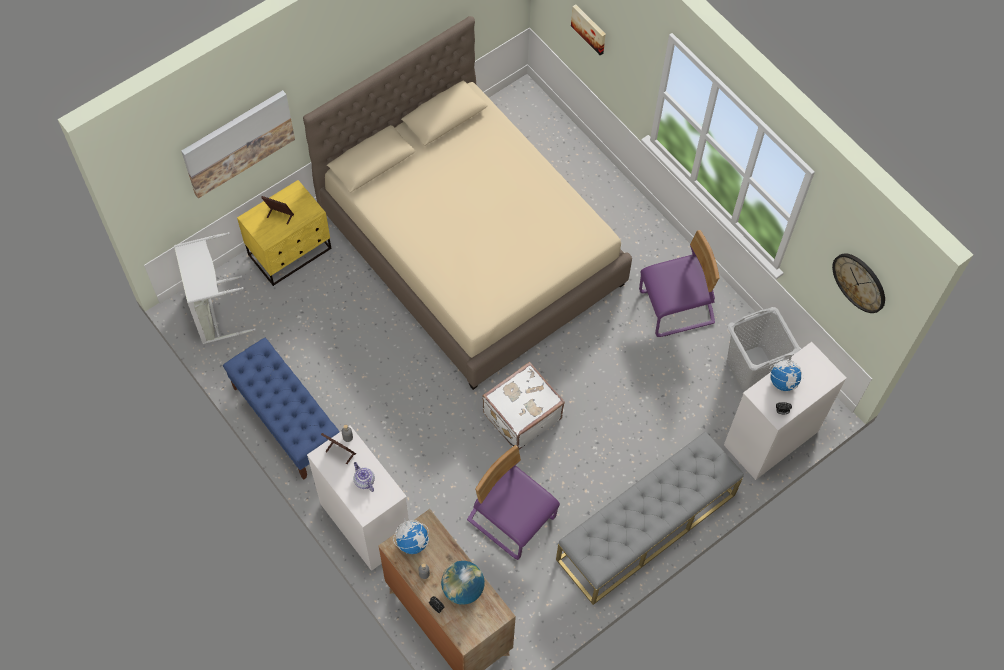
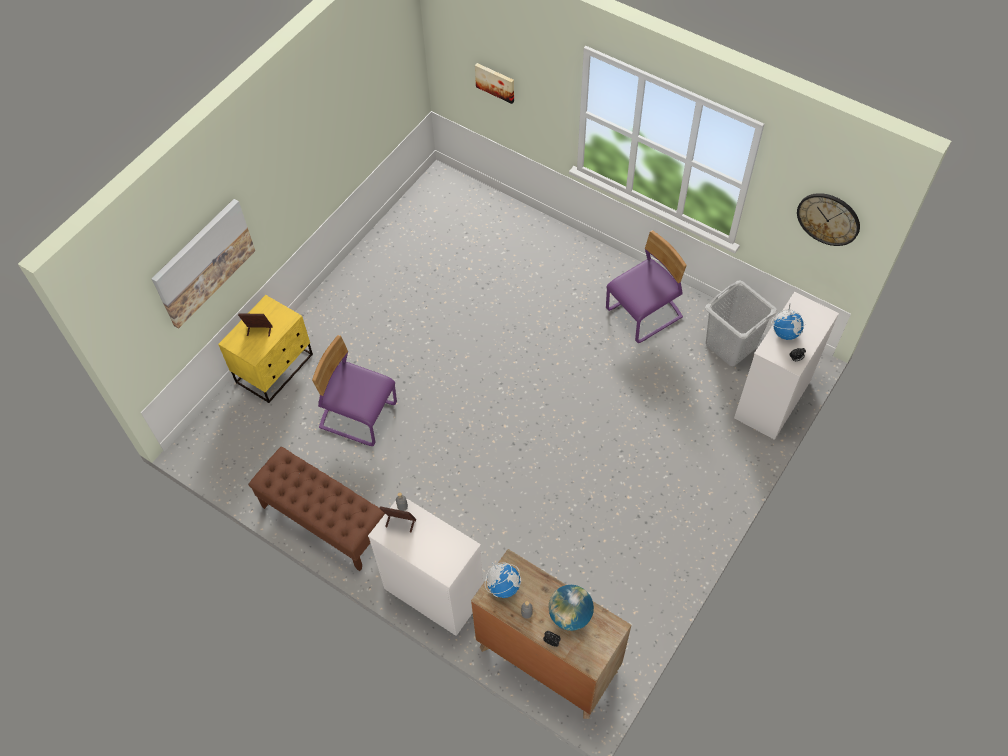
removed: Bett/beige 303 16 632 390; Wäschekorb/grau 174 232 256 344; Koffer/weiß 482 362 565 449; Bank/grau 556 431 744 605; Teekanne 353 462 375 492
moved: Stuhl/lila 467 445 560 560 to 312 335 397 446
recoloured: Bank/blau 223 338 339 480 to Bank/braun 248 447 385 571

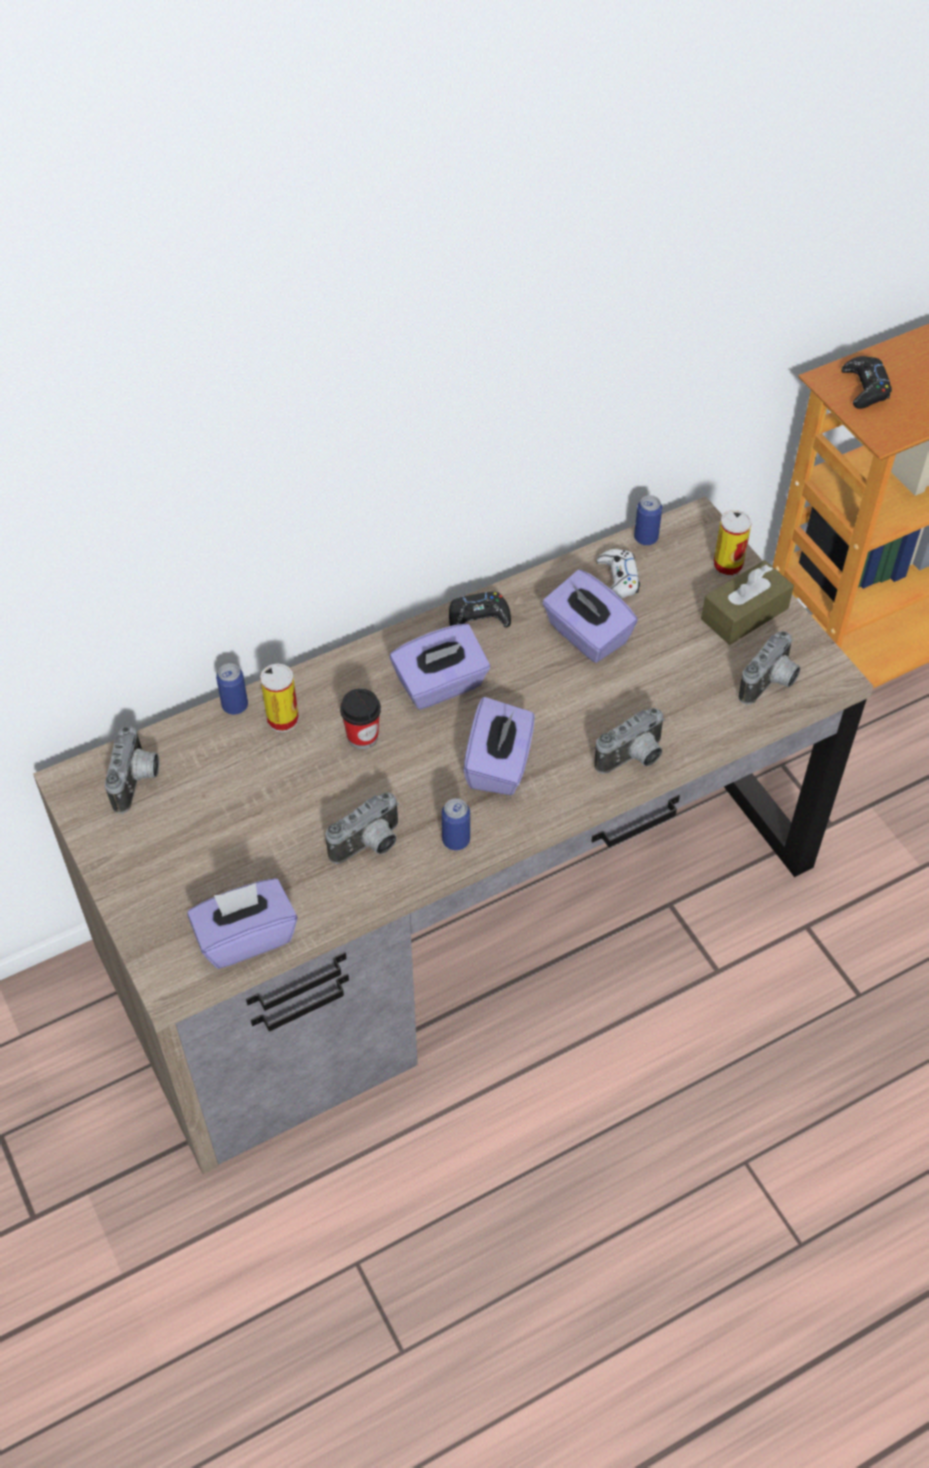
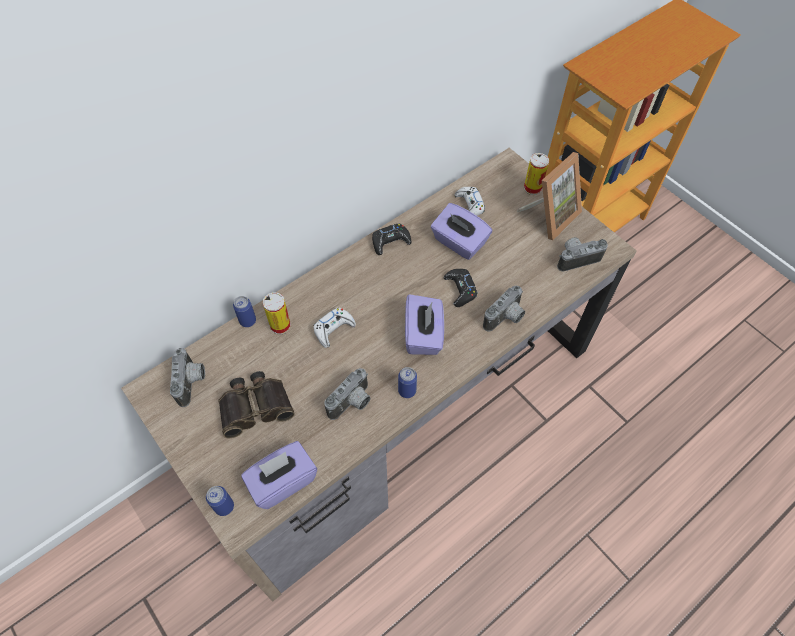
removed: Taschentuchbox/lila 390 624 490 710
added: Fernglas 218 371 295 439
moved: Gamepad/schwarz 841 356 892 409 to 444 269 477 307; Dose 634 495 662 546 to 206 486 234 516
replaced: Taschentuchbox/braun 701 560 794 645 to Bilderrahmen 517 152 582 241; Tasse 340 689 381 749 to Gamepad/weiß 313 307 356 348
turned: Kamera 739 631 800 705 = 557 237 608 271 135 degrees counterclockwise

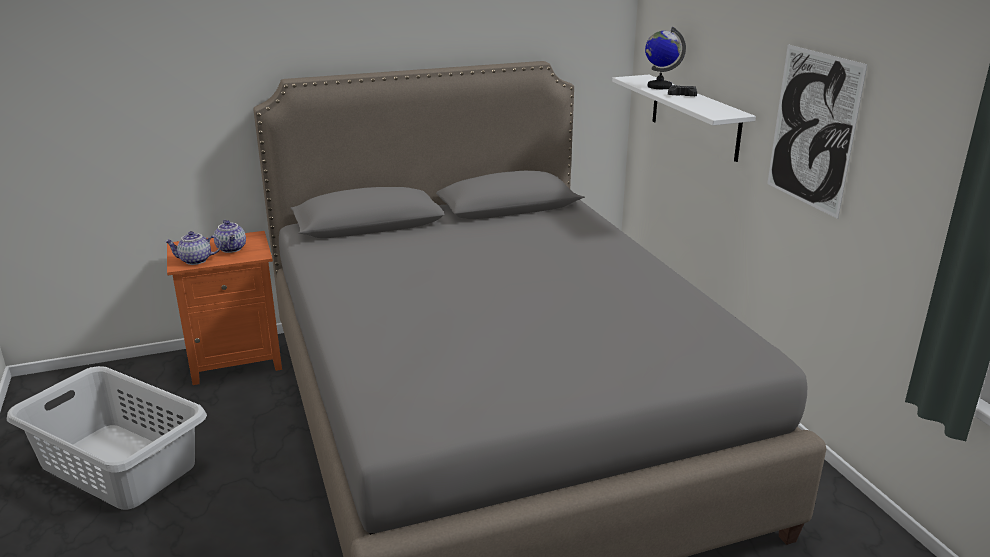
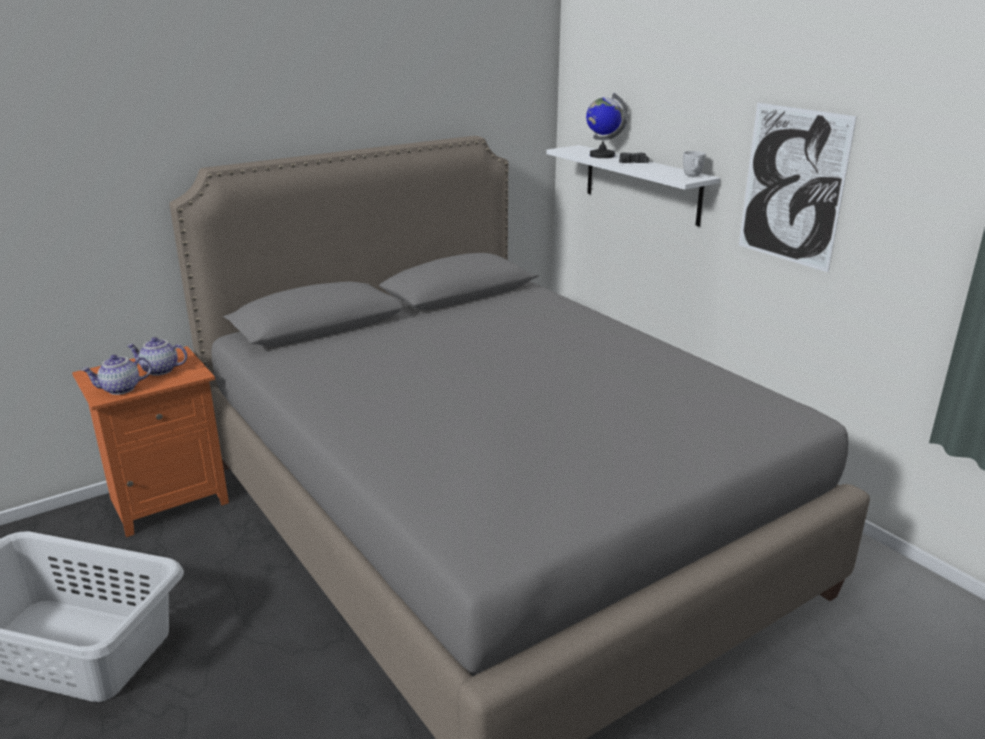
added: Henkelbecher/weiß 683 151 706 176
turned: Teekanne 214 220 246 253 = 127 337 187 376 135 degrees clockwise

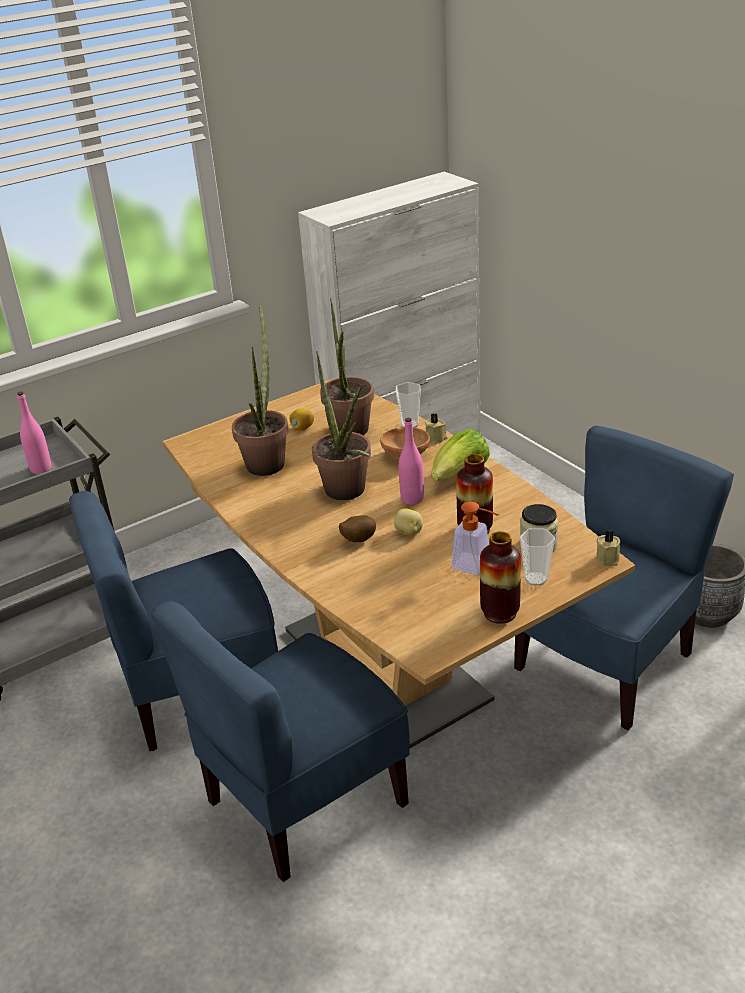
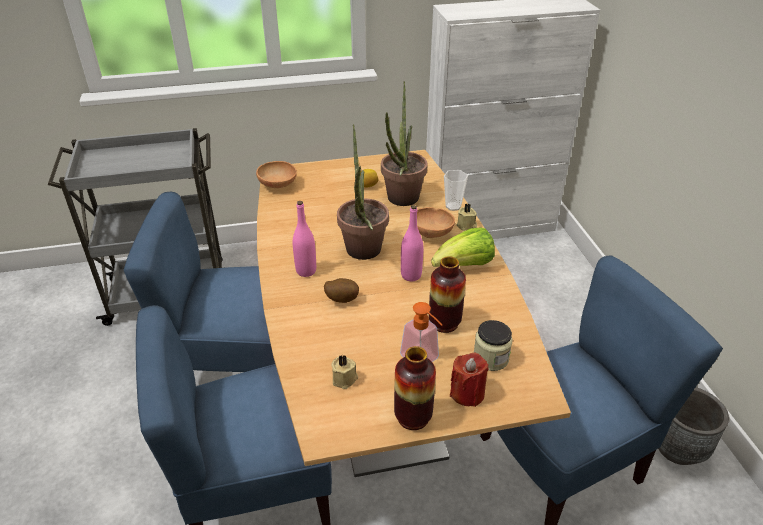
removed: Topfpflanze 232 305 289 476; Kartoffel 394 509 423 535
added: Schüssel/braun 256 161 297 188
moved: Flasche/rosa 17 392 51 474 to 293 201 316 277; Kerze/beige 596 530 620 566 to 331 354 358 389
replaced: Tasse 520 528 555 586 to Kerze/rot 450 353 489 407

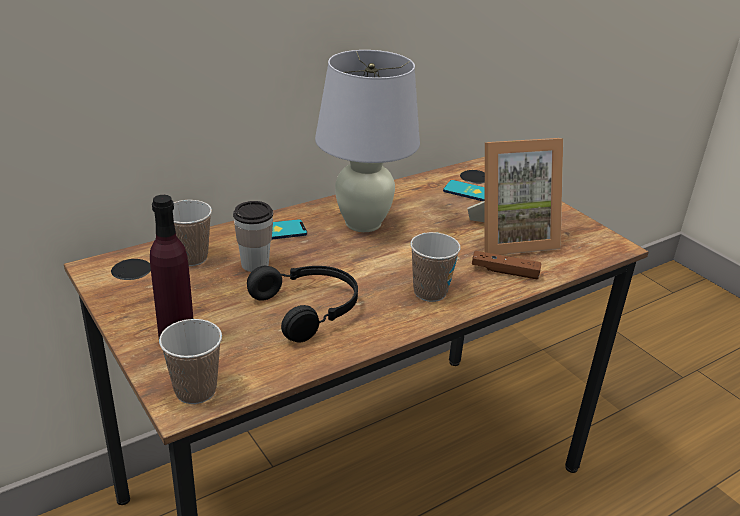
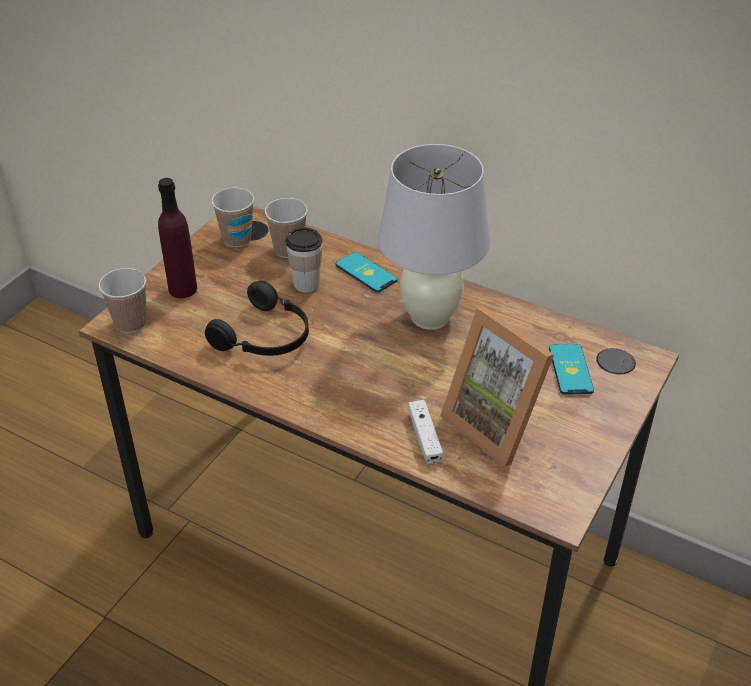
moved: Tasse 410 232 461 302 to 211 188 254 247
recoloured: Gamepad/braun 472 251 541 279 to Gamepad/weiß 408 400 443 464

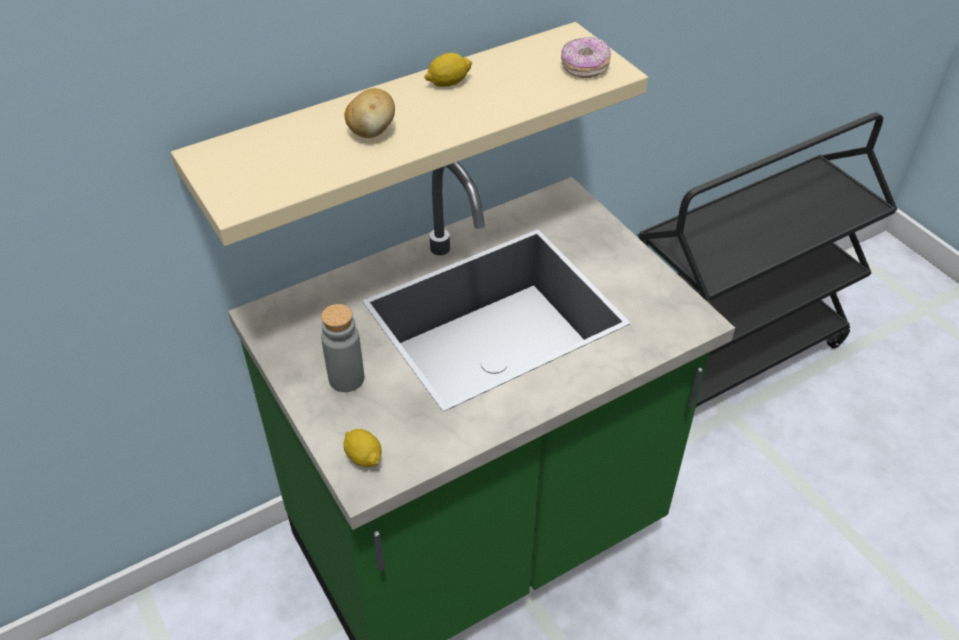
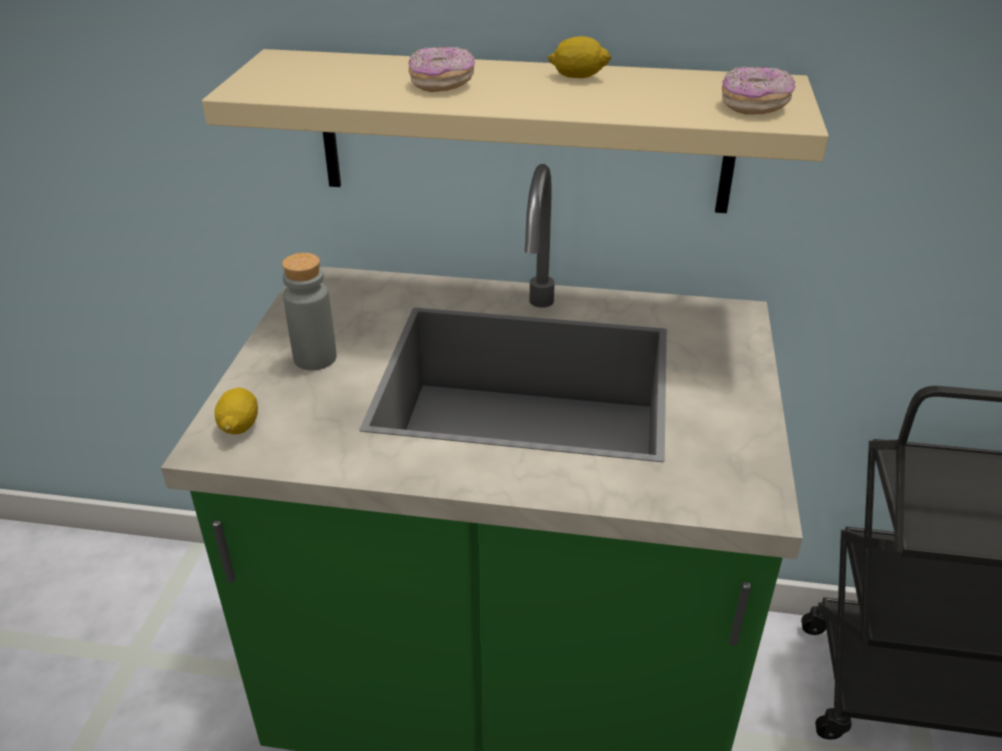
replaced: Kartoffel 344 88 395 138 to Donut 408 47 475 92

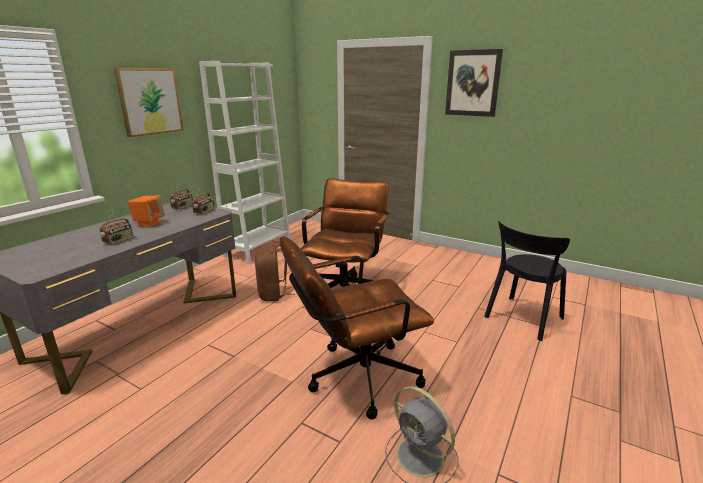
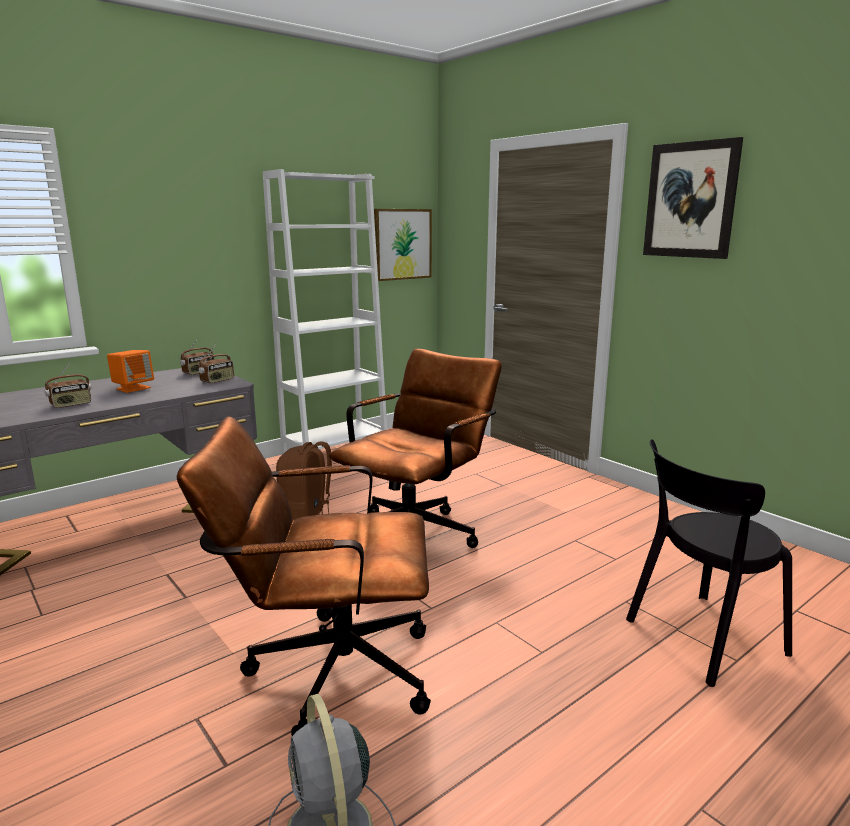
moved: Bild 114 68 183 137 to 374 209 432 281

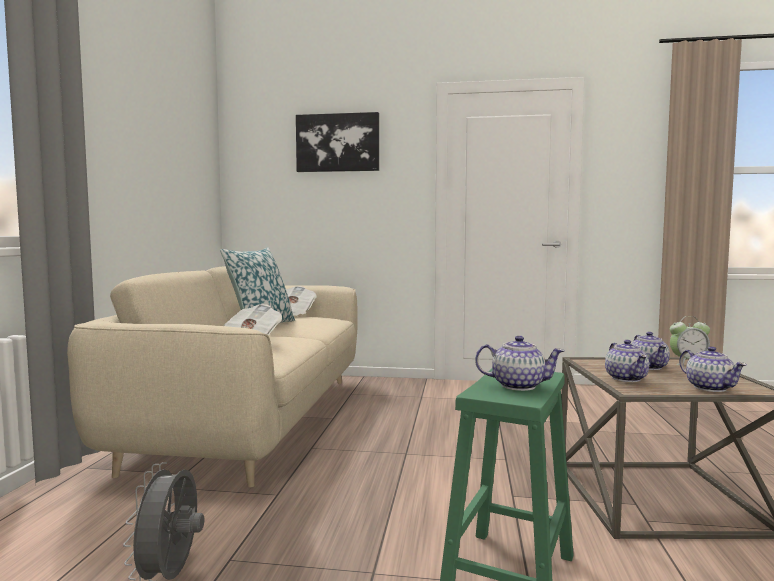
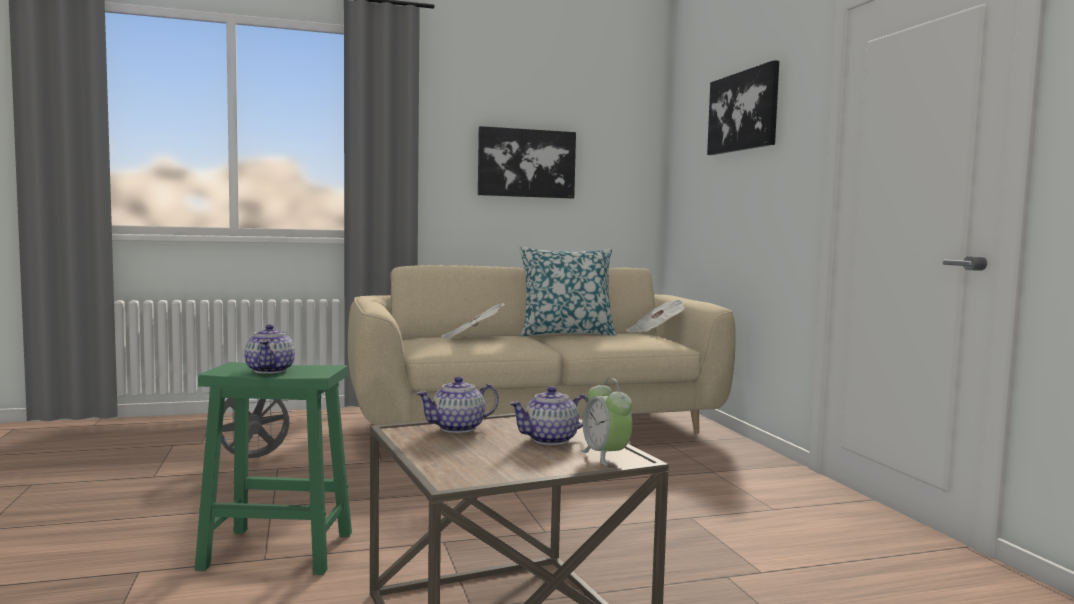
removed: Teekanne 679 346 747 392
added: Bild 478 126 576 199

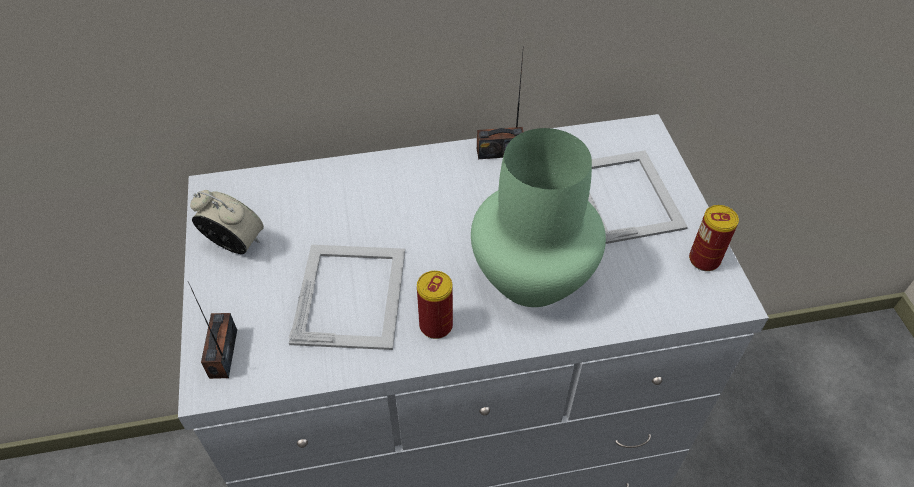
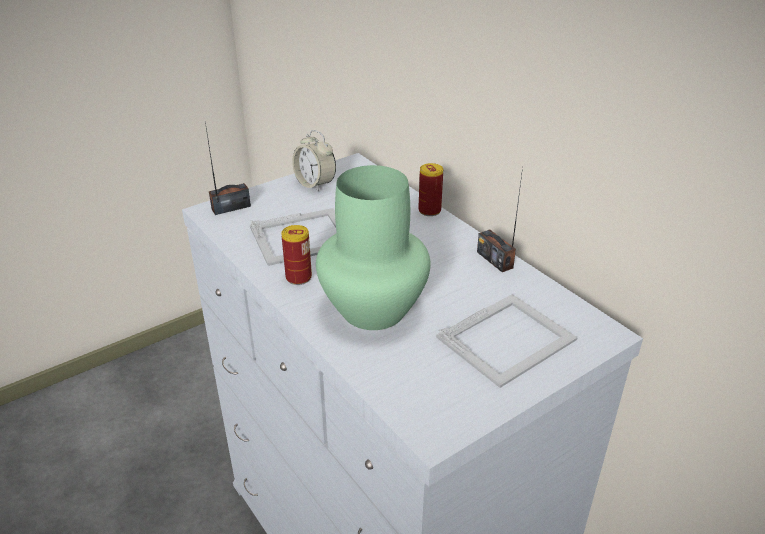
moved: Dose 689 205 739 271 to 418 163 443 216
turned: Wecker 190 190 264 254 = 292 130 336 192 135 degrees clockwise

